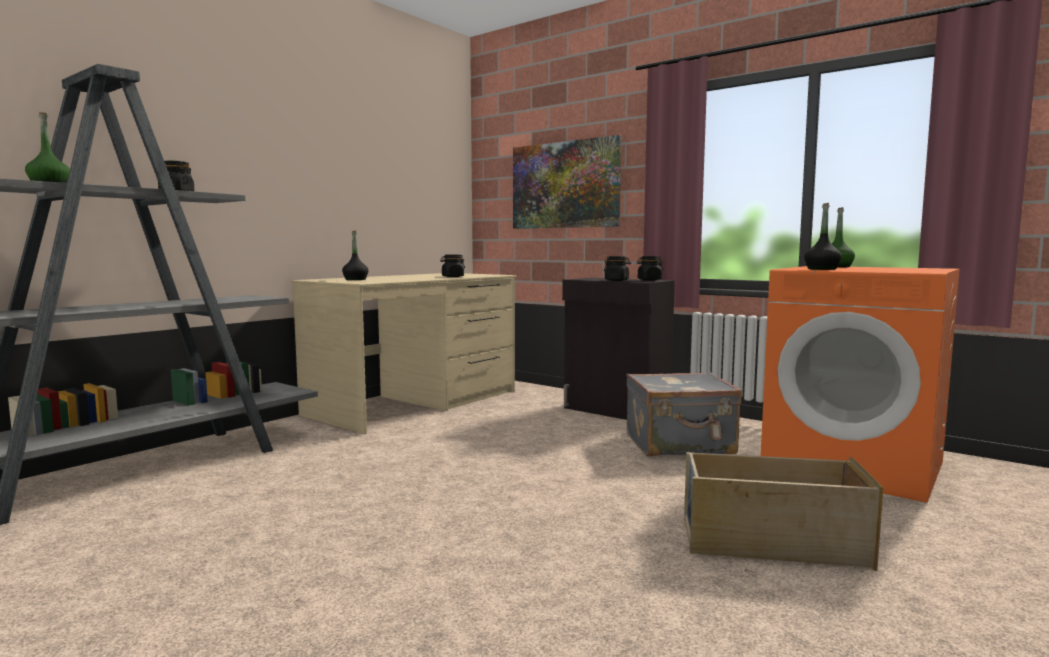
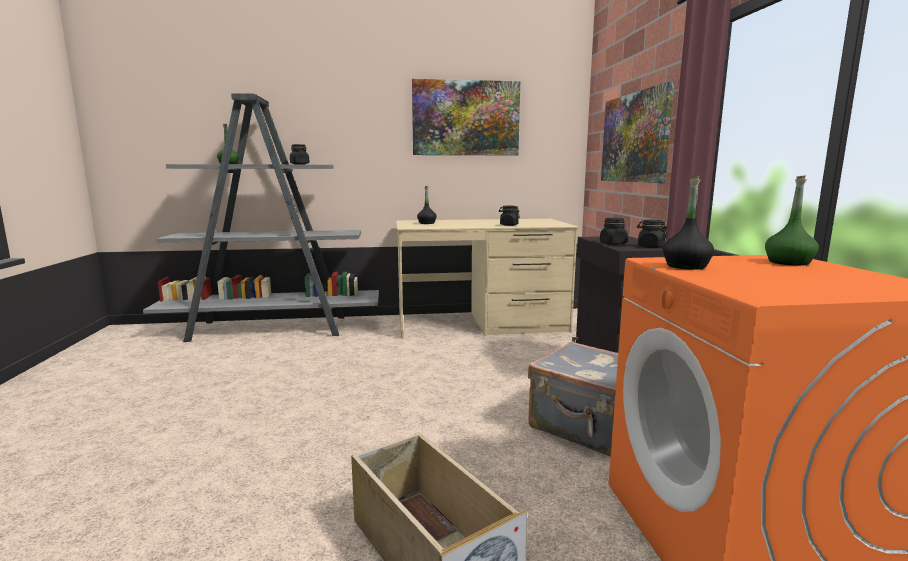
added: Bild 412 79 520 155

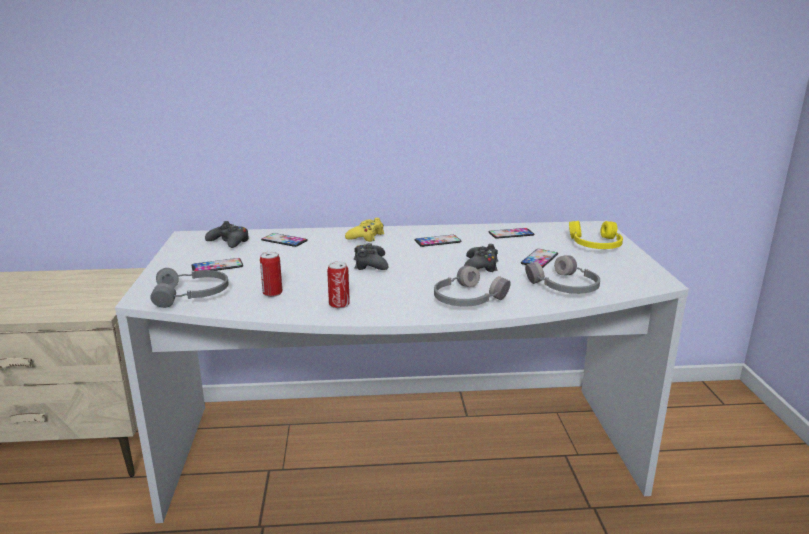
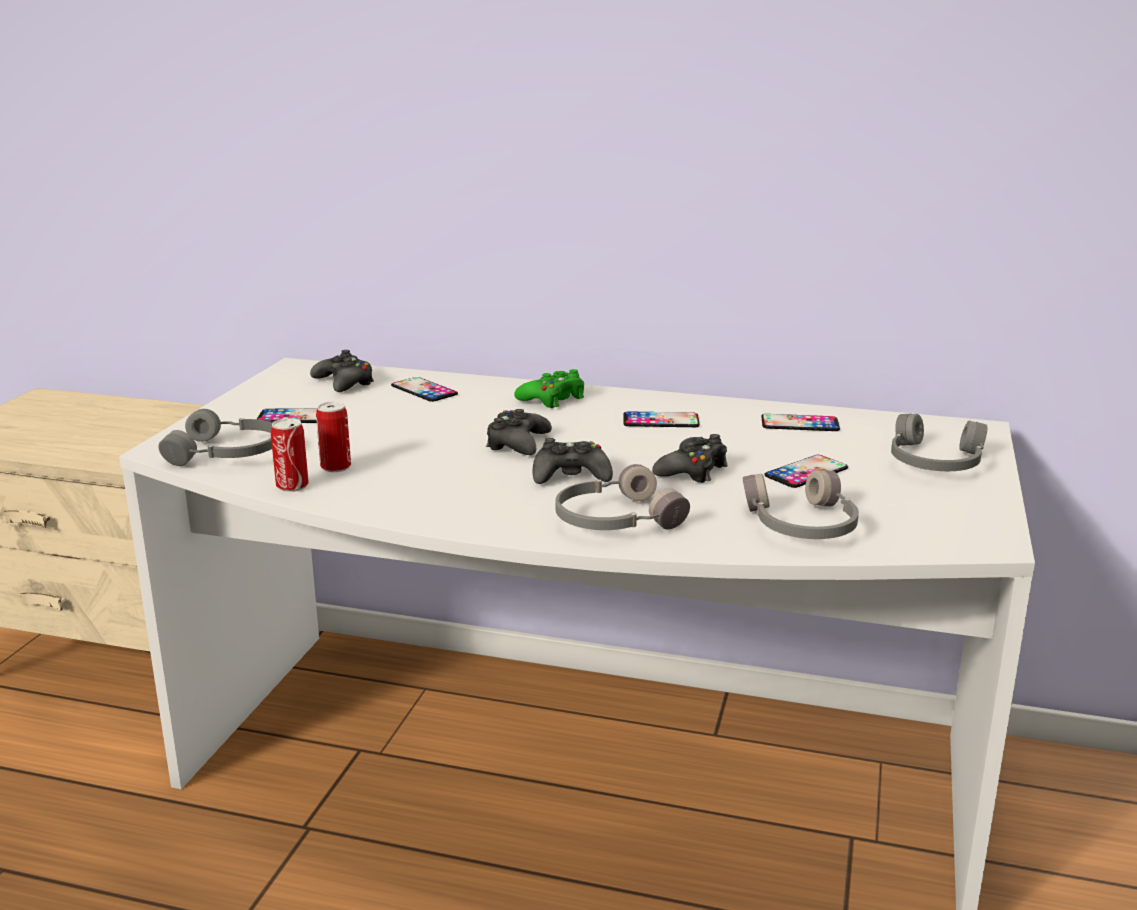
added: Gamepad/schwarz 533 438 613 484
moved: Dose 327 261 350 309 to 271 418 309 492
recoloured: Gamepad/gelb 345 218 384 242 to Gamepad/grün 514 369 584 408; Kopfhörer/gelb 569 221 623 249 to Kopfhörer/grau 891 414 987 471

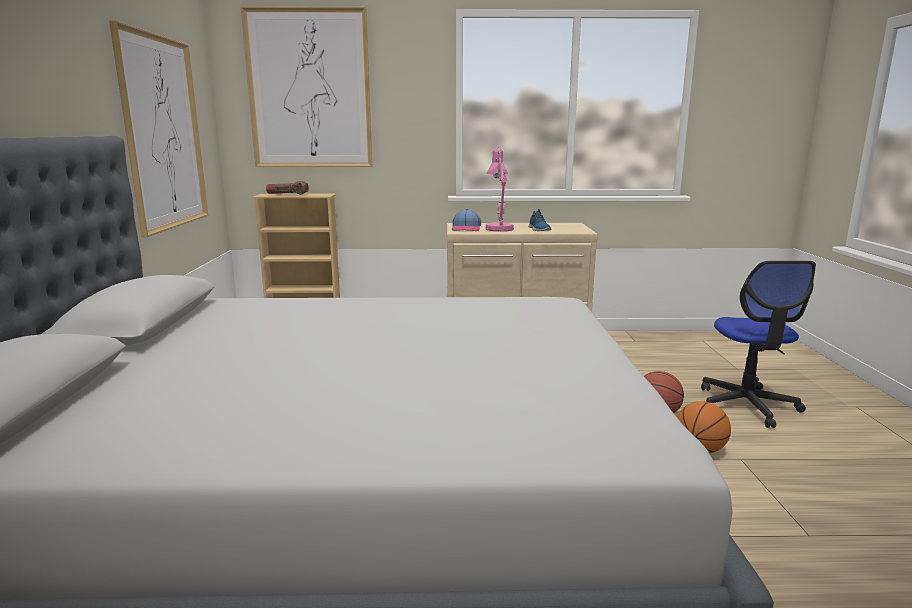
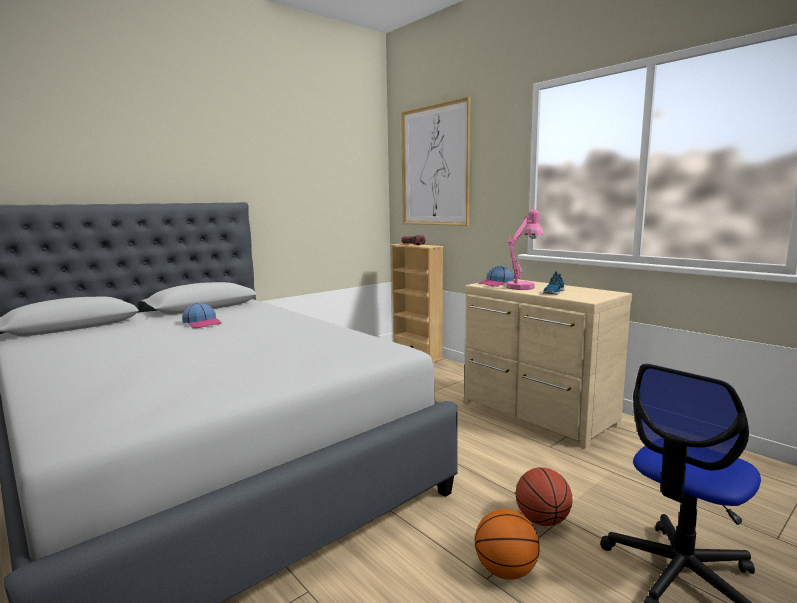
removed: Bild 109 20 208 237
added: Kappe 182 302 222 328

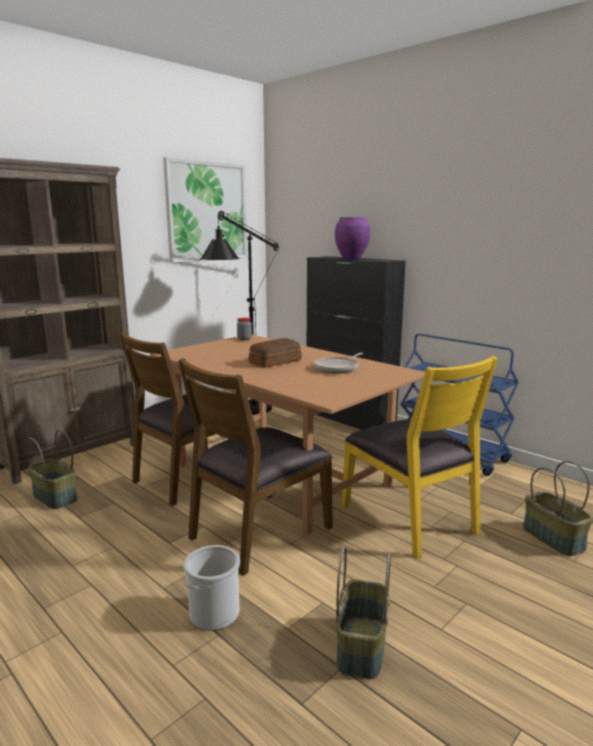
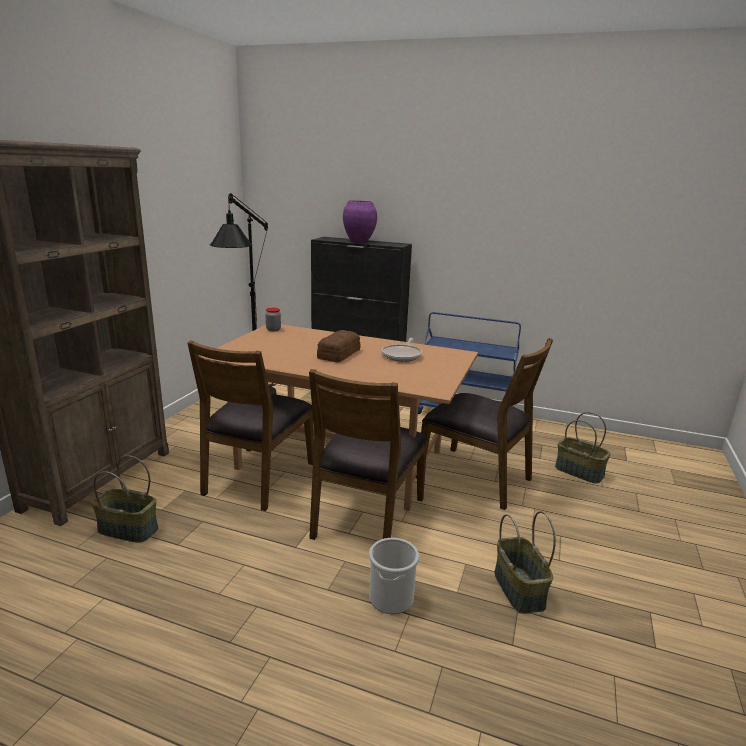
removed: Bild 163 157 247 263
recoloured: Stuhl/gelb 342 356 498 559 to Stuhl/braun 416 338 553 510

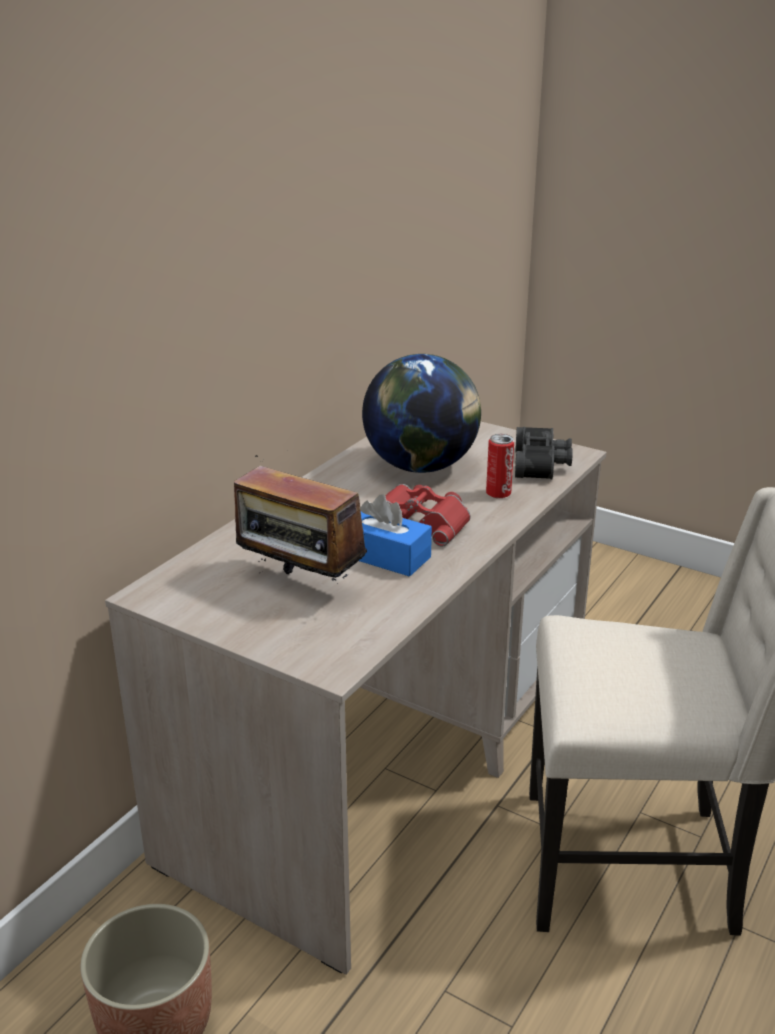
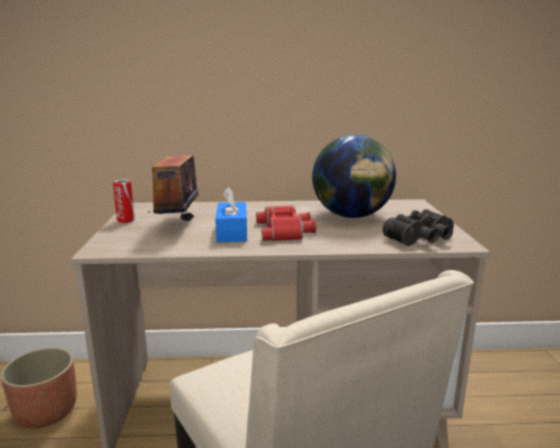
moved: Dose 486 434 514 498 to 113 179 135 223

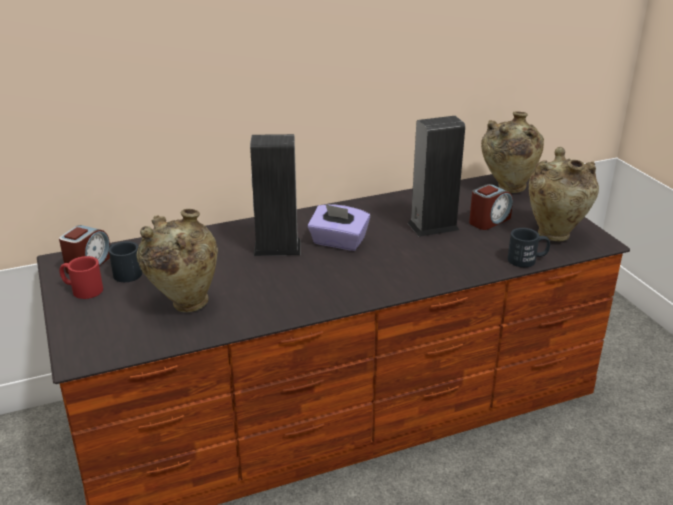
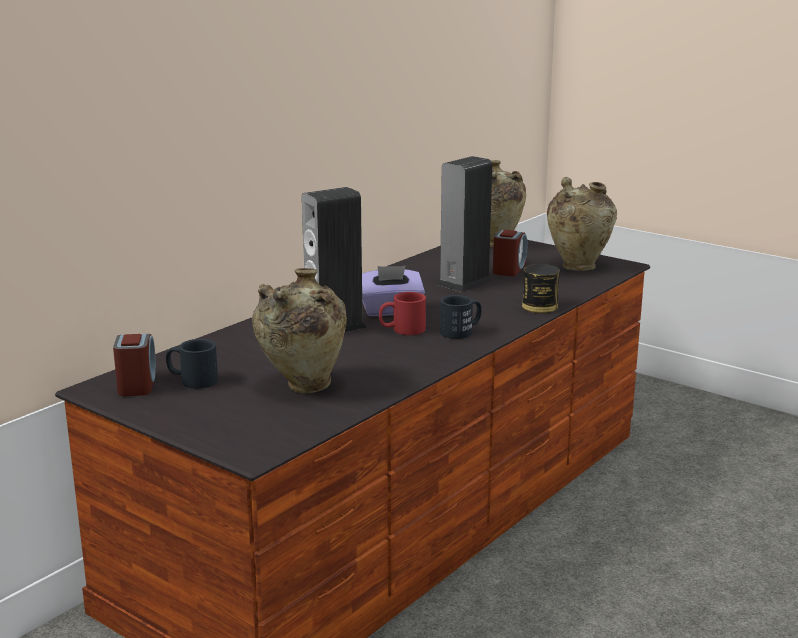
added: Dose 522 264 560 313
moved: Henkelbecher/schwarz 508 228 550 267 to 440 295 482 339; Henkelbecher/rot 59 256 103 299 to 379 292 426 335

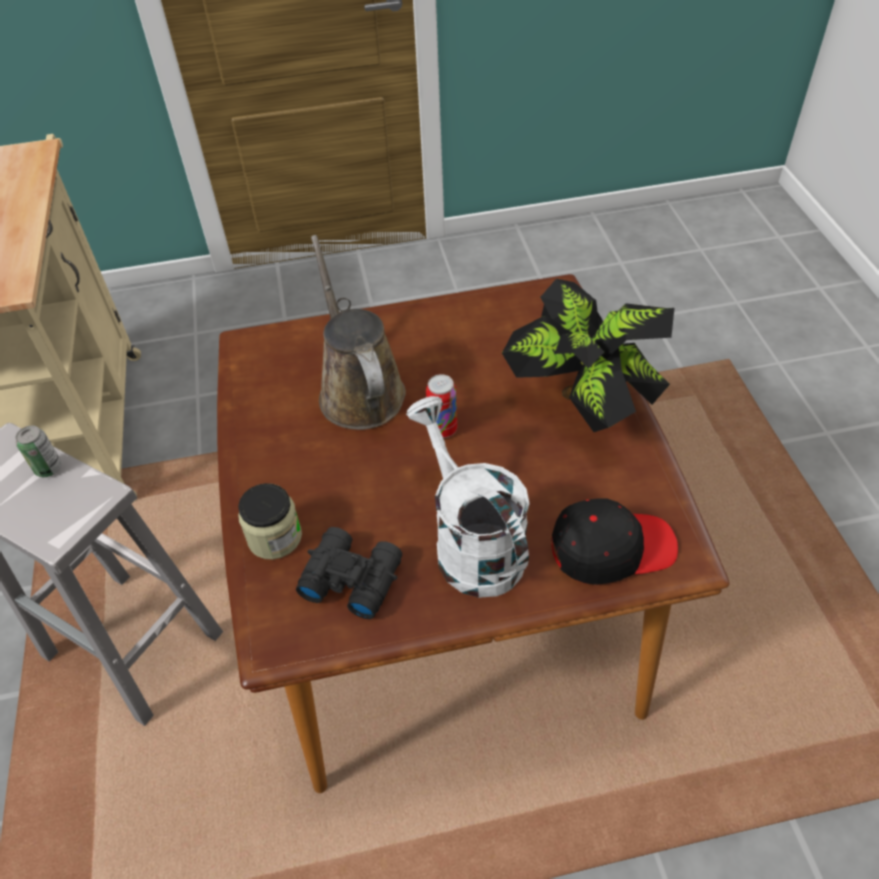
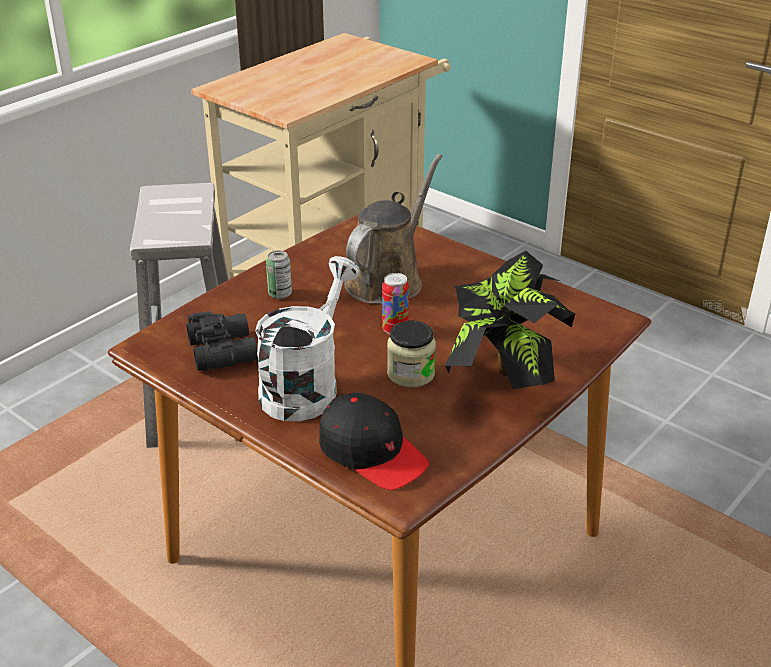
moved: Dose 16 426 62 477 to 266 251 292 299; Vorratsglas 238 483 302 559 to 387 321 436 387

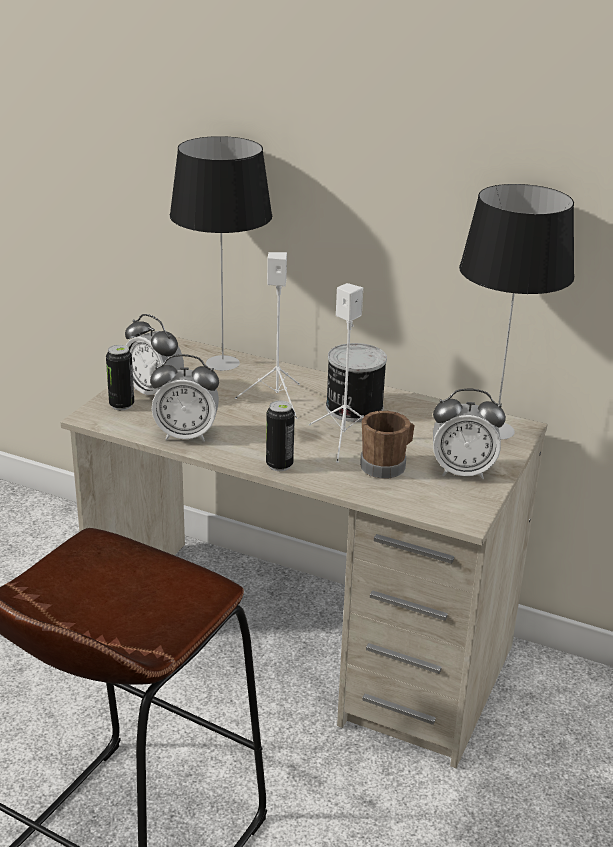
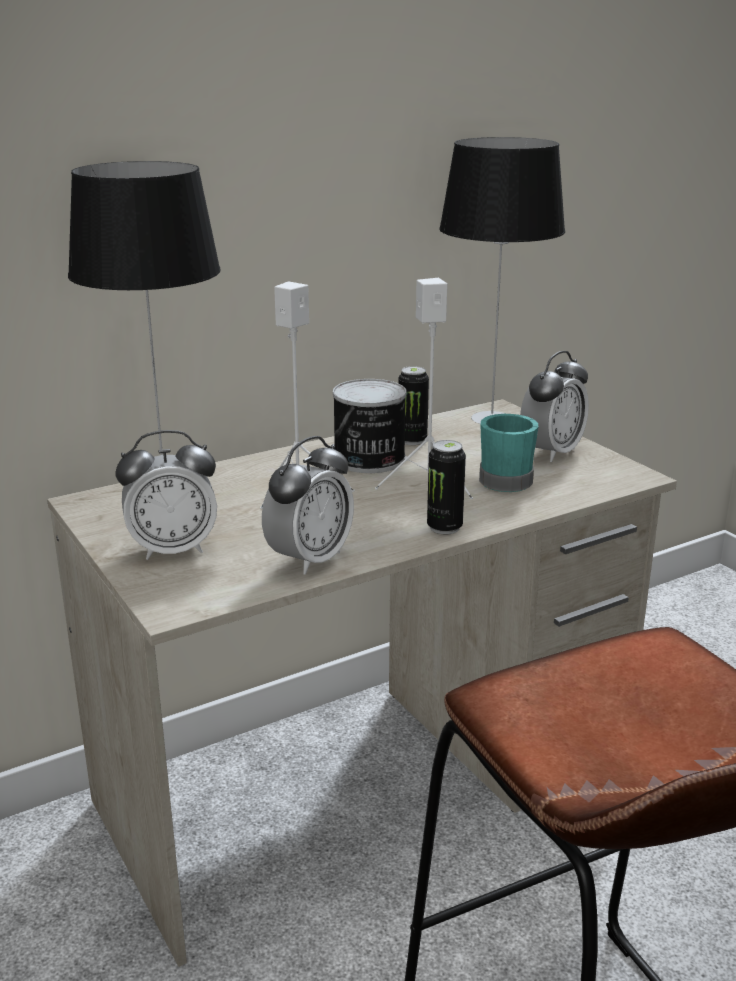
moved: Dose 106 345 134 410 to 398 366 429 445
recoloured: Henkelbecher/braun 360 411 414 479 to Henkelbecher/türkis 479 414 538 492

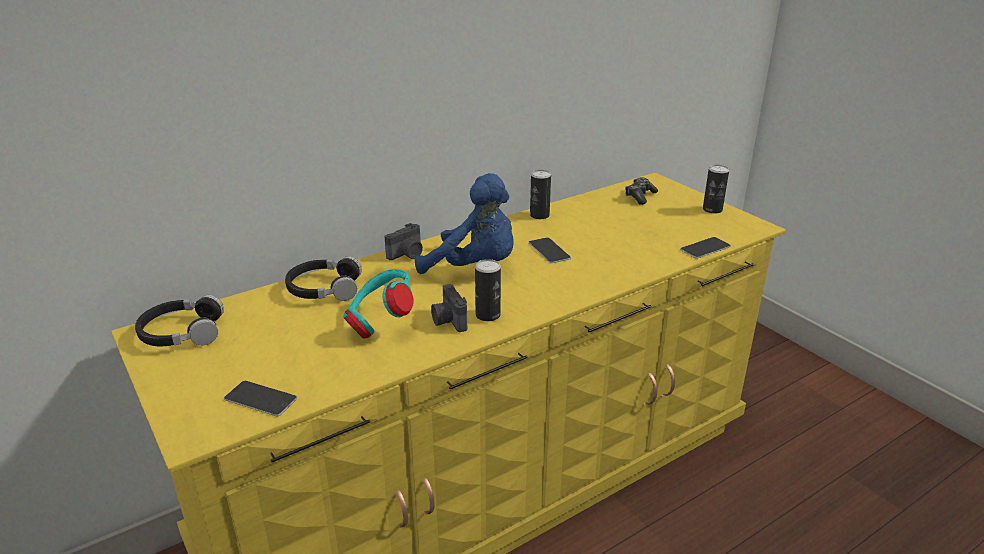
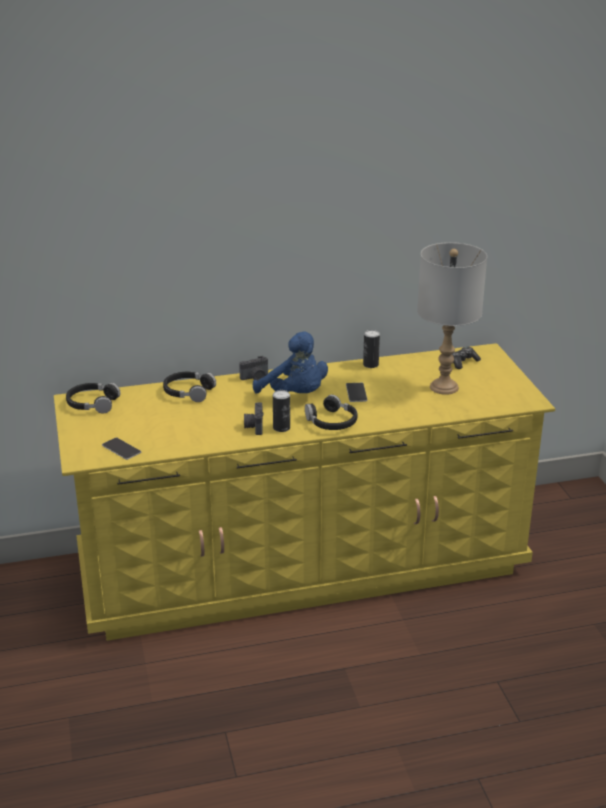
removed: Dose 703 165 729 214; Handy 680 237 731 259; Kopfhörer/türkis 343 269 414 339
added: Tischlampe/grau 417 242 487 395; Kopfhörer/schwarz 305 395 358 430

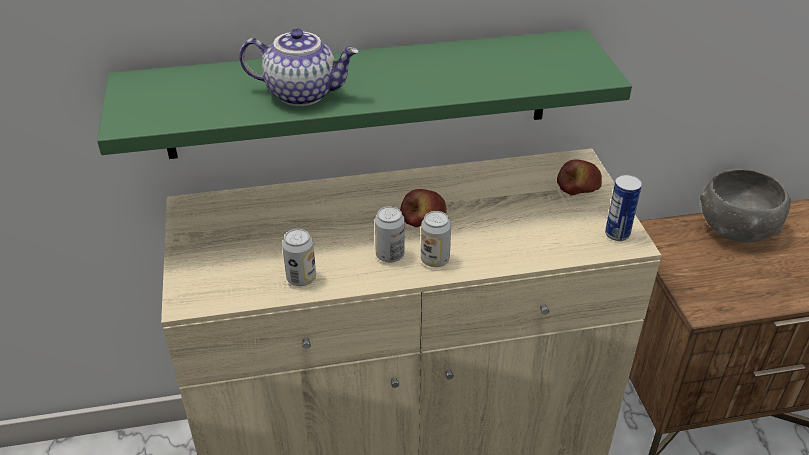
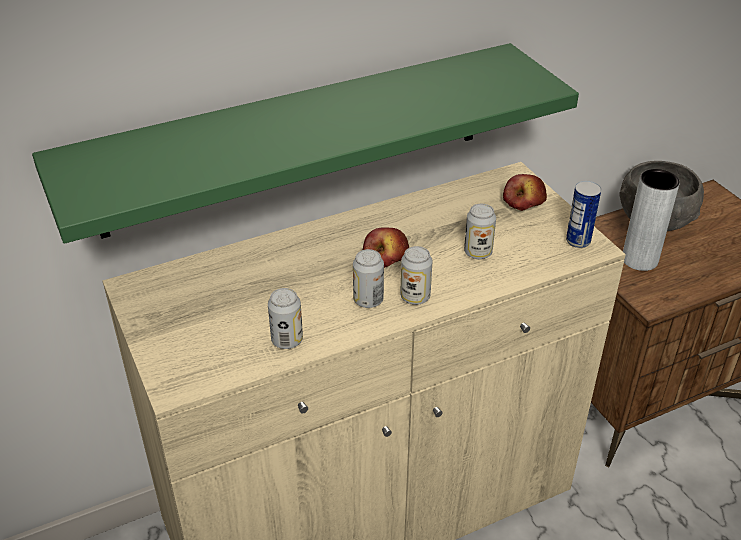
removed: Teekanne 239 28 359 106
added: Vase/grau 623 169 680 271; Dose 464 204 496 259

